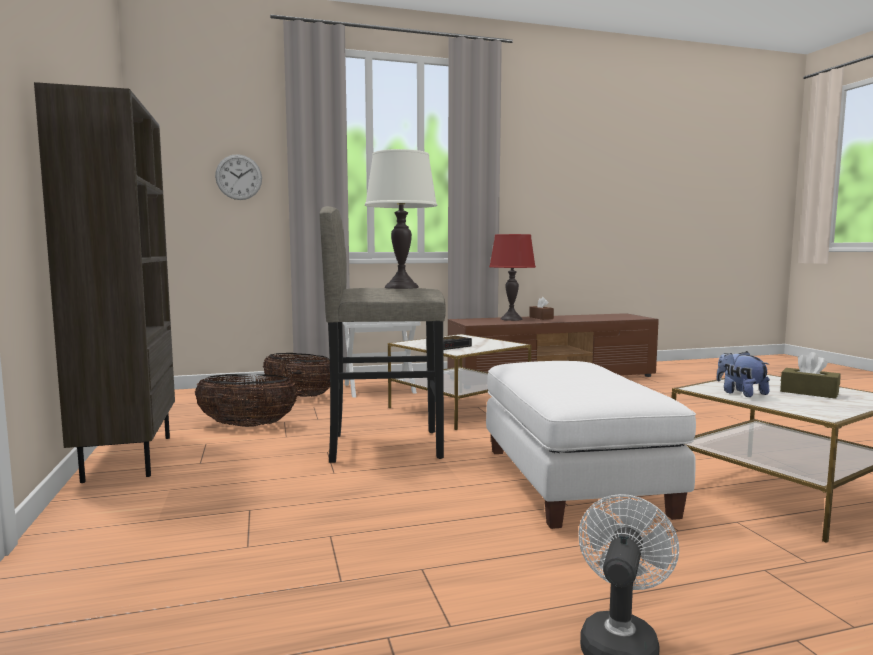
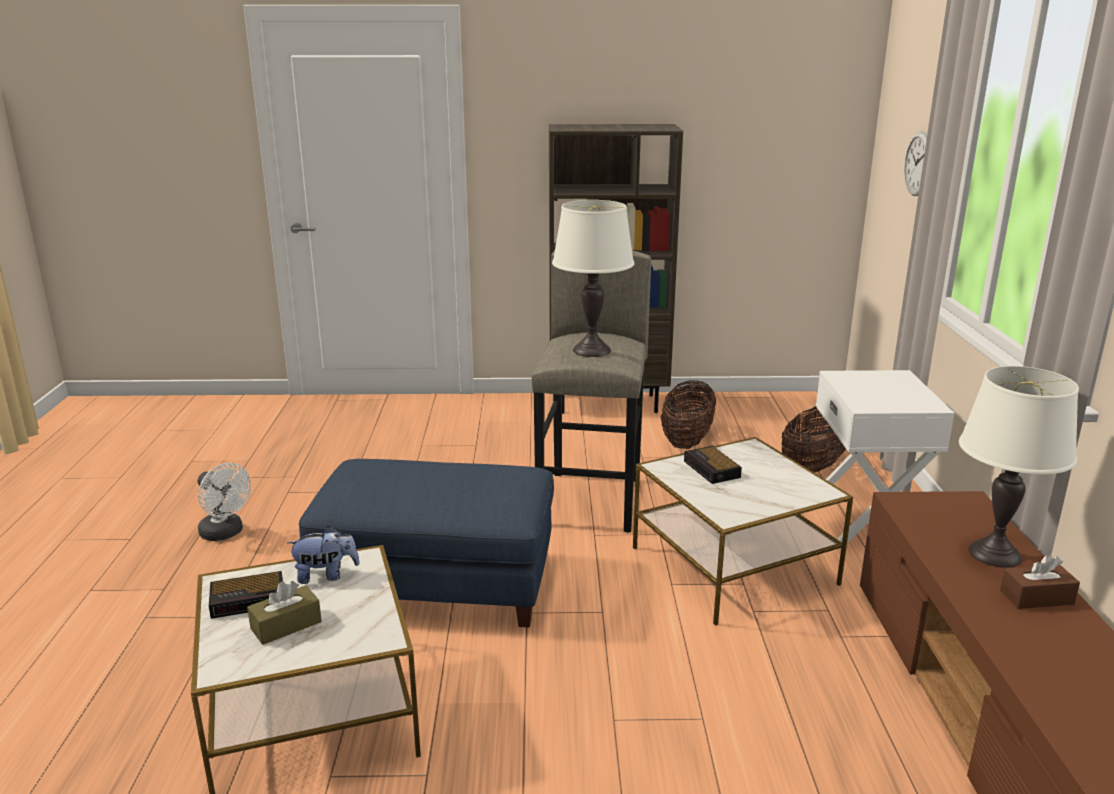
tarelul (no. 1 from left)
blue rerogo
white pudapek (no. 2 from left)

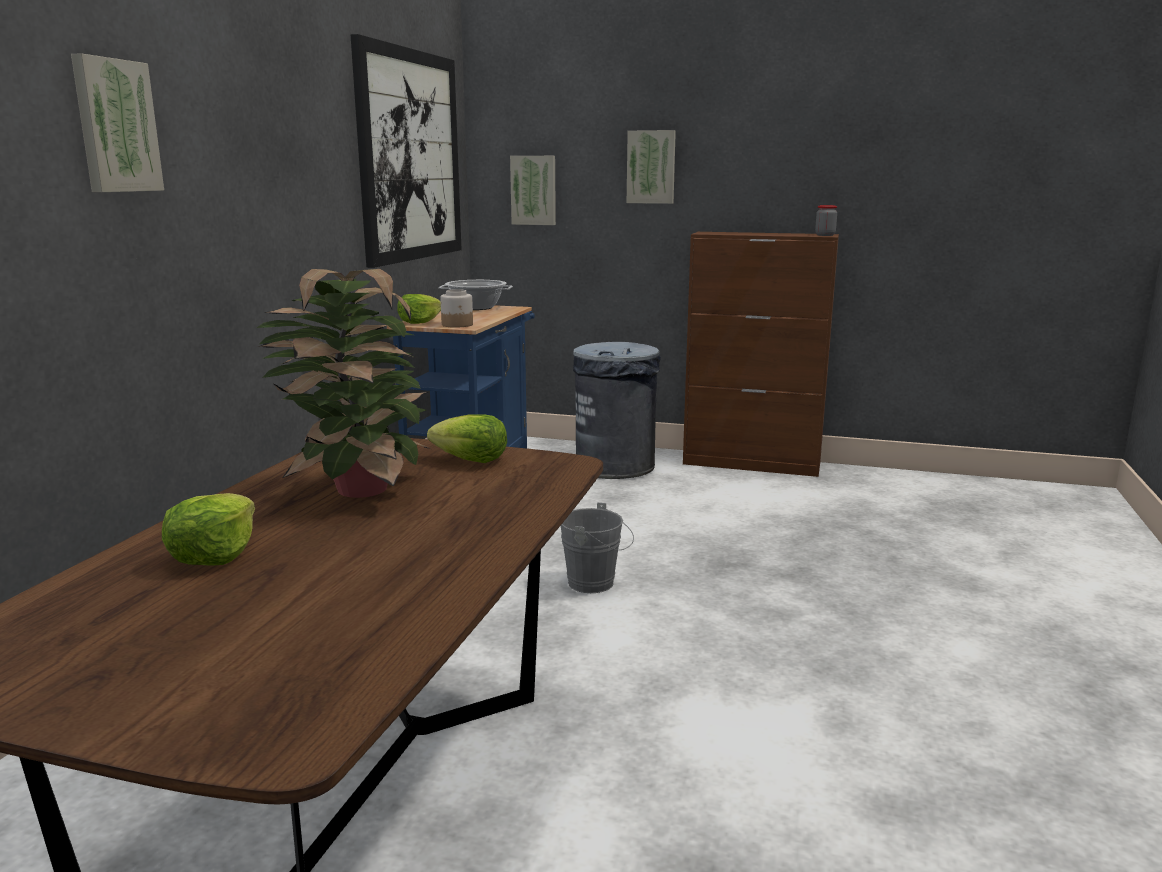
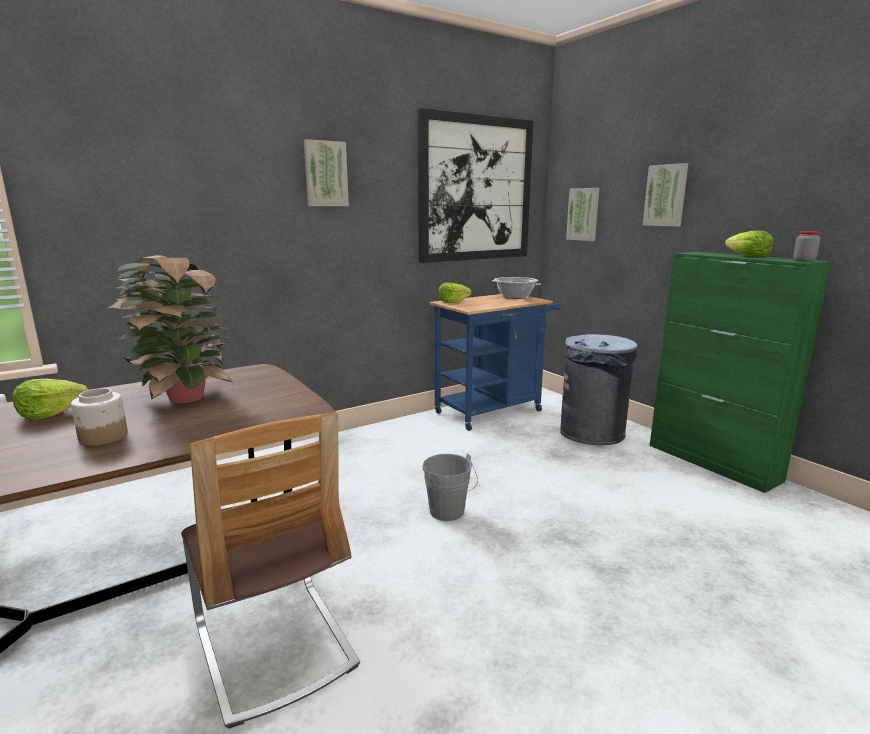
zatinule (no. 1 from left)
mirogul
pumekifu (no. 1 from left)
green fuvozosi
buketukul (no. 3 from left)

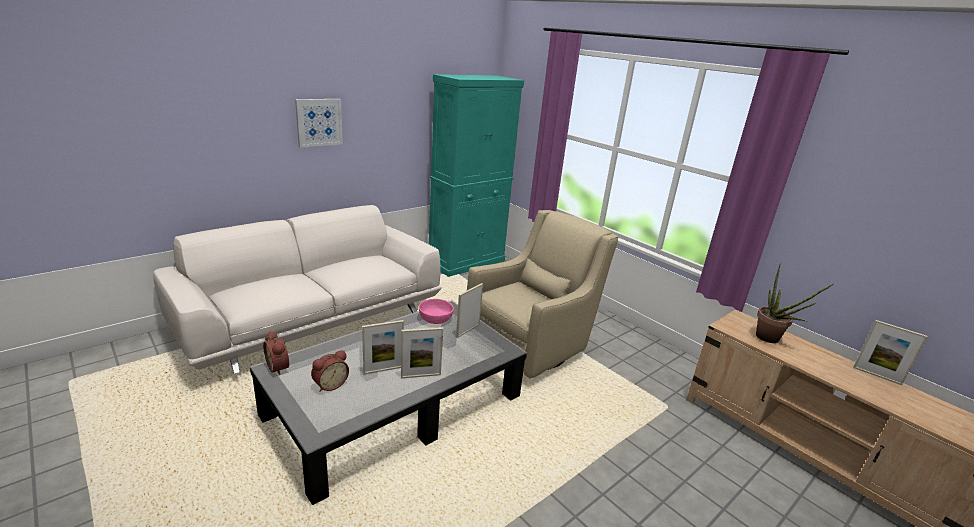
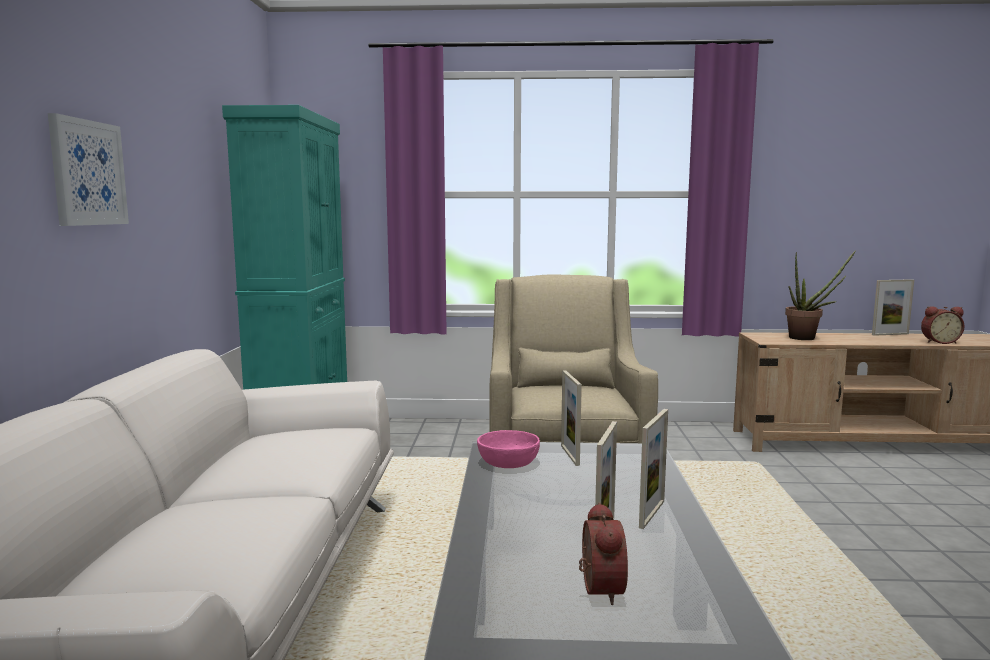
tarelul (no. 2 from left)

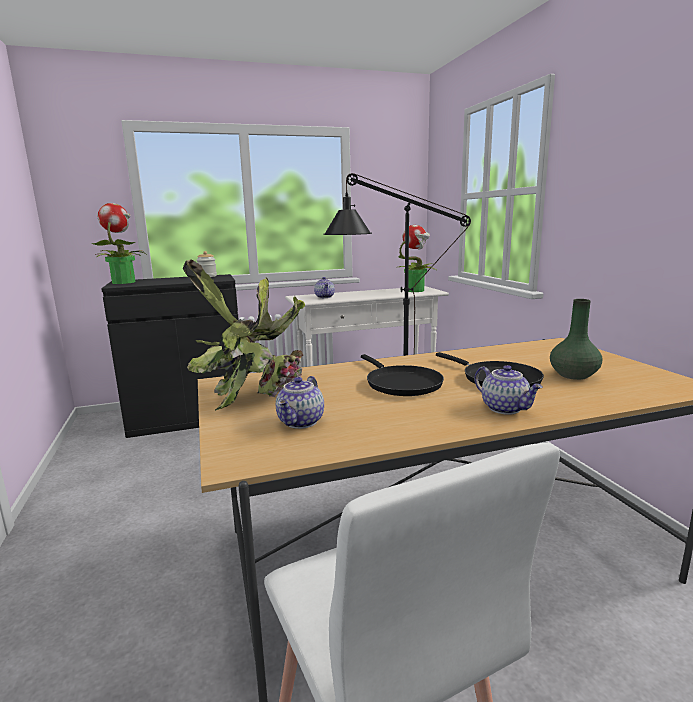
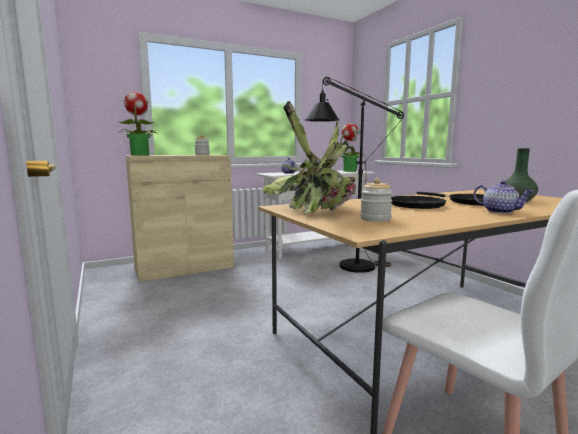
beige fuvozosi
zatinule (no. 2 from left)

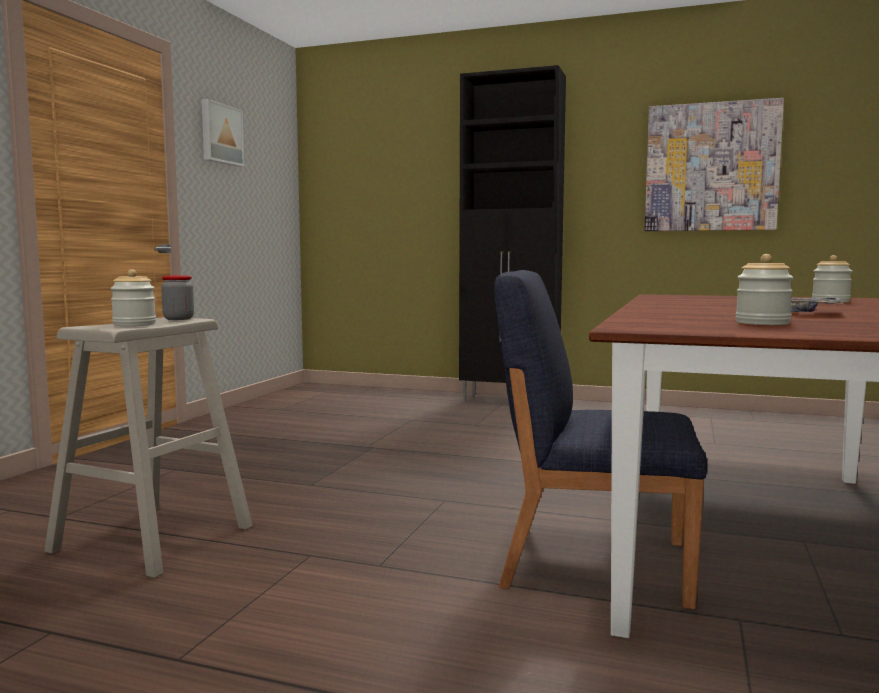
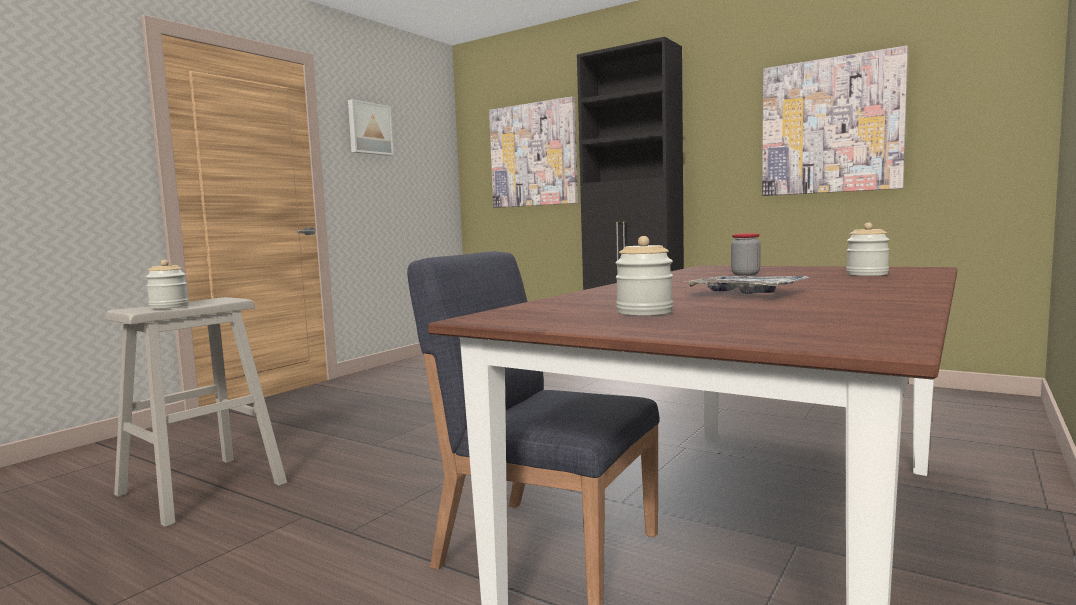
pumekifu (no. 2 from left)
zatinule (no. 3 from left)

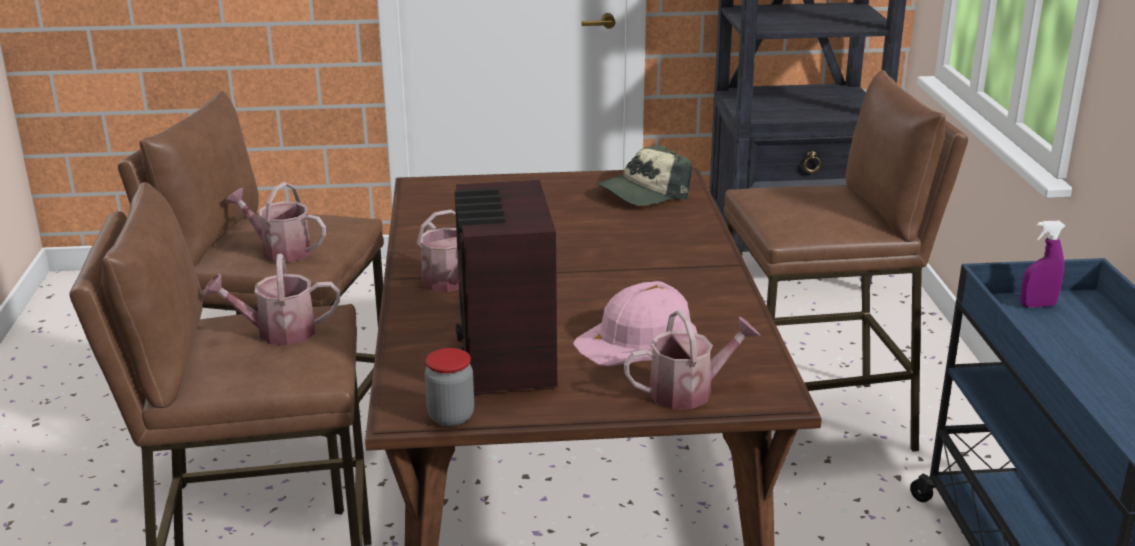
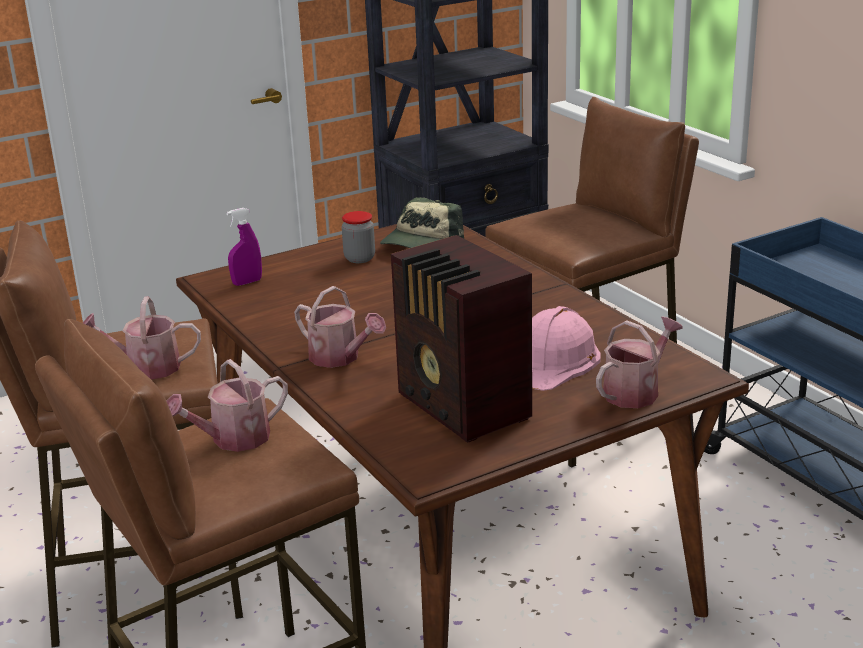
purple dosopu
zatinule

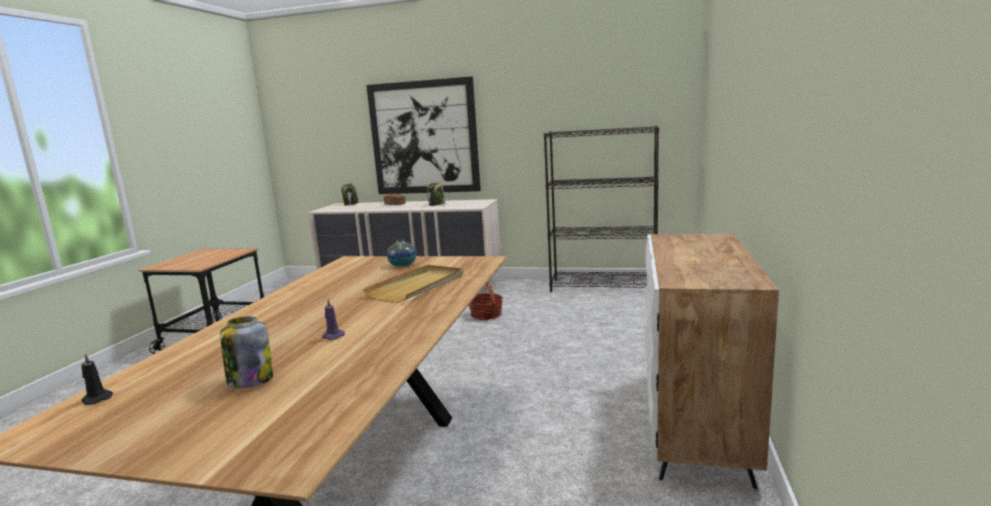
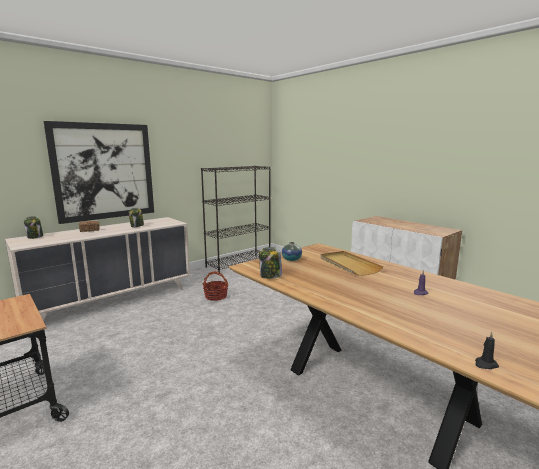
zatinule (no. 3 from left)

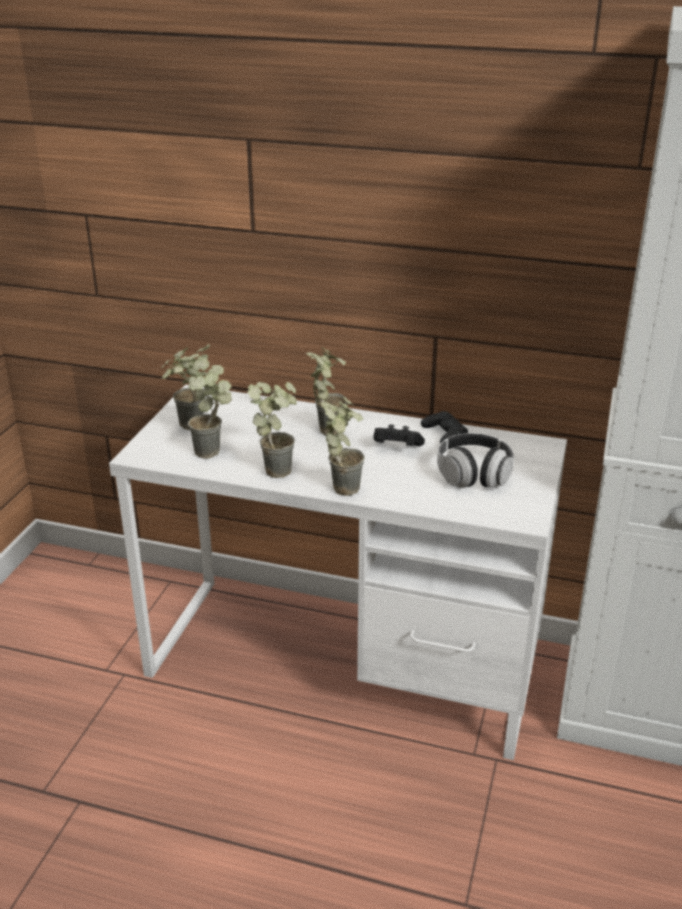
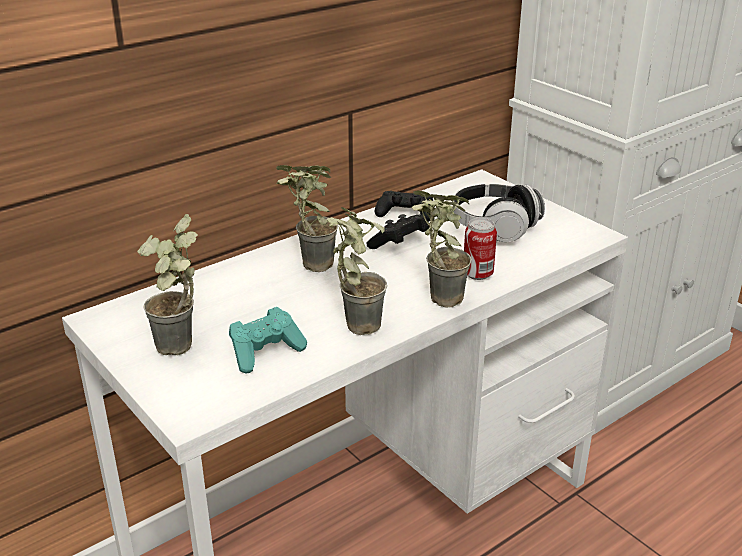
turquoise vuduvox
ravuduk

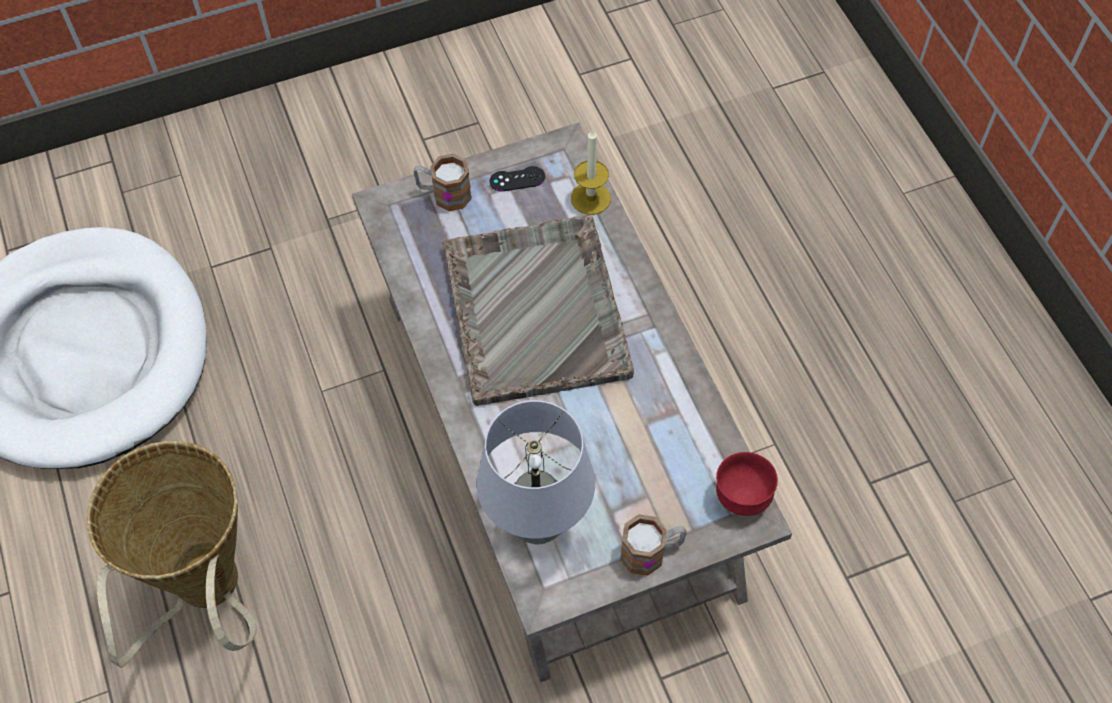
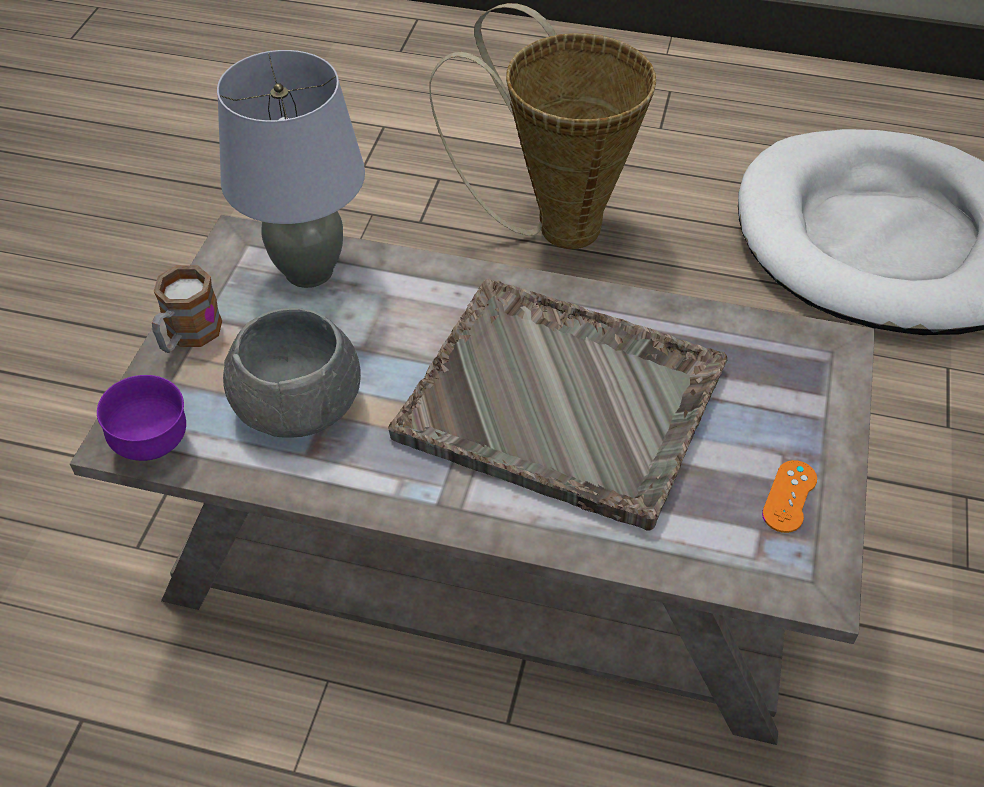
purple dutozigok
grey dutozigok
orange vuduvox
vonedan (no. 1 from left in the first image)
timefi

